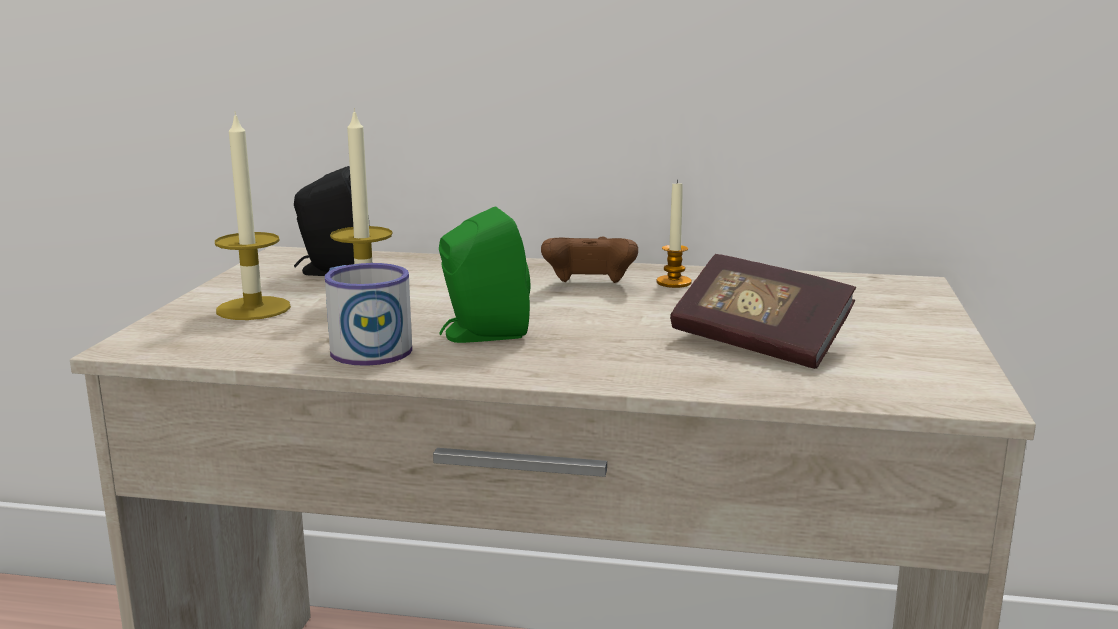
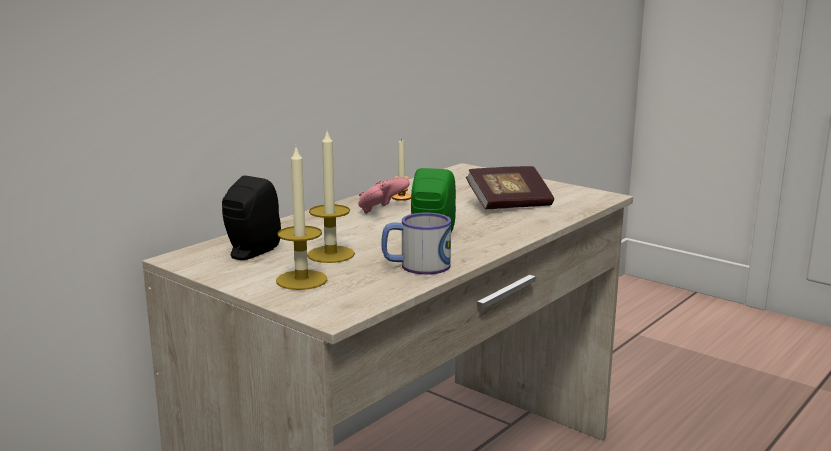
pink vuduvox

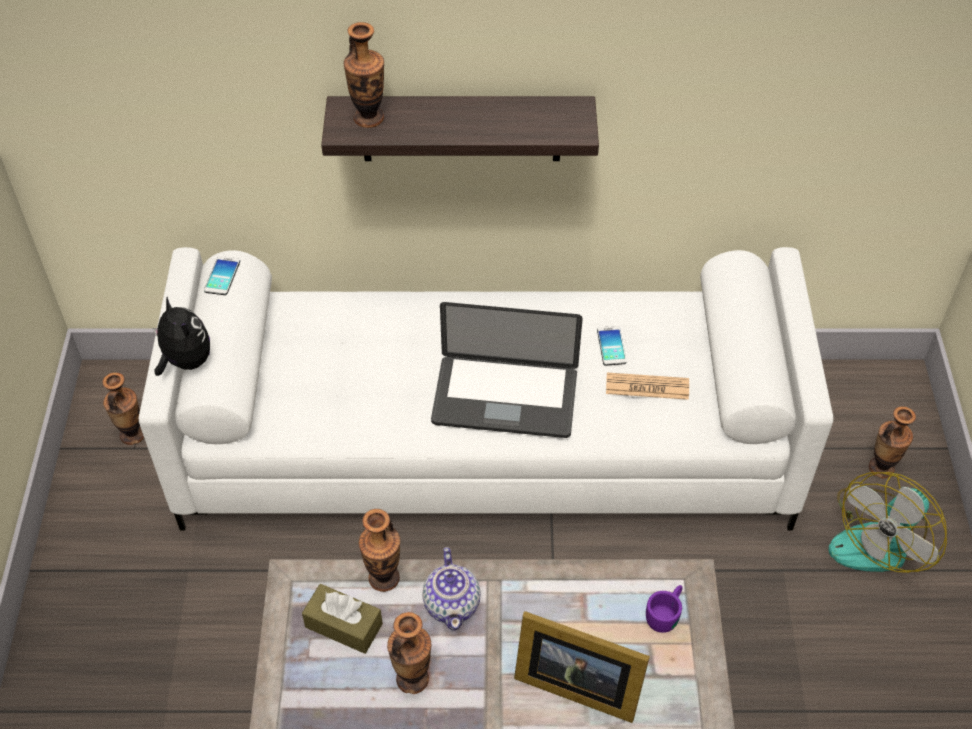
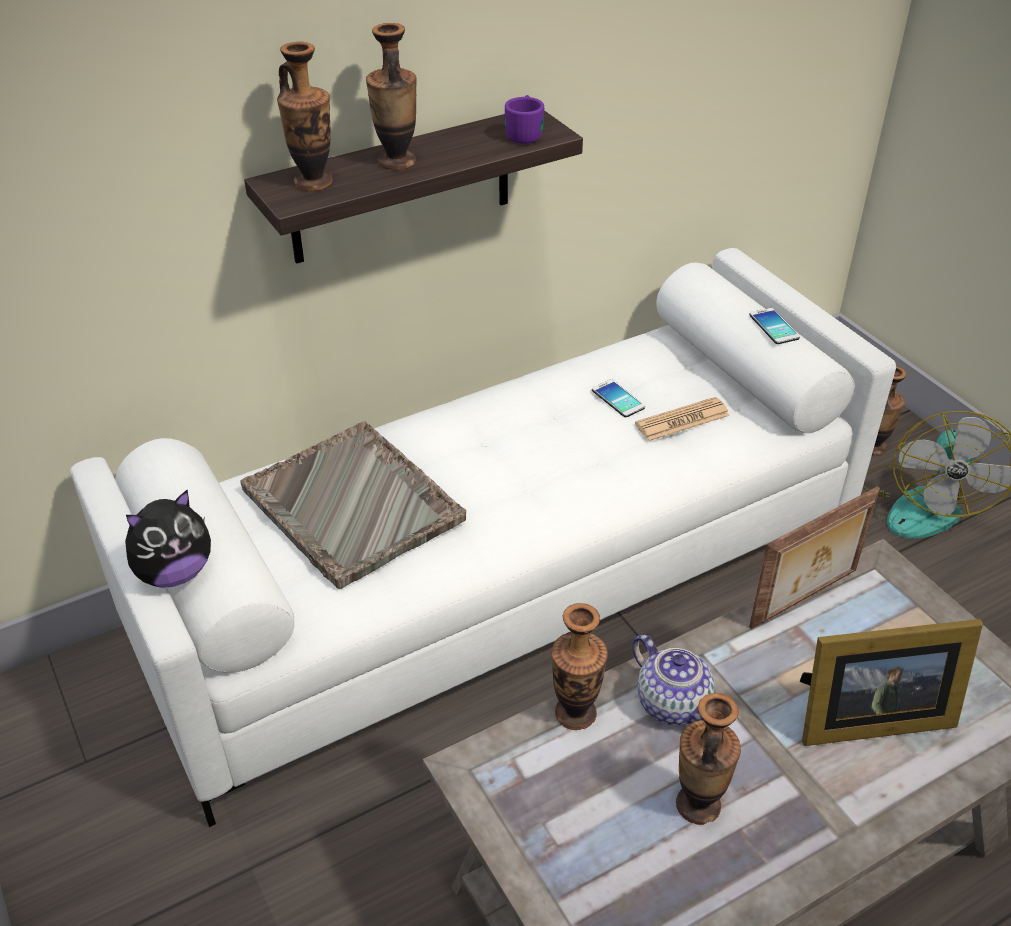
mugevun
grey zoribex
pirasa (no. 2 from left)
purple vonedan
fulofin (no. 2 from left)
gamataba (no. 1 from left)
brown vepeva
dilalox

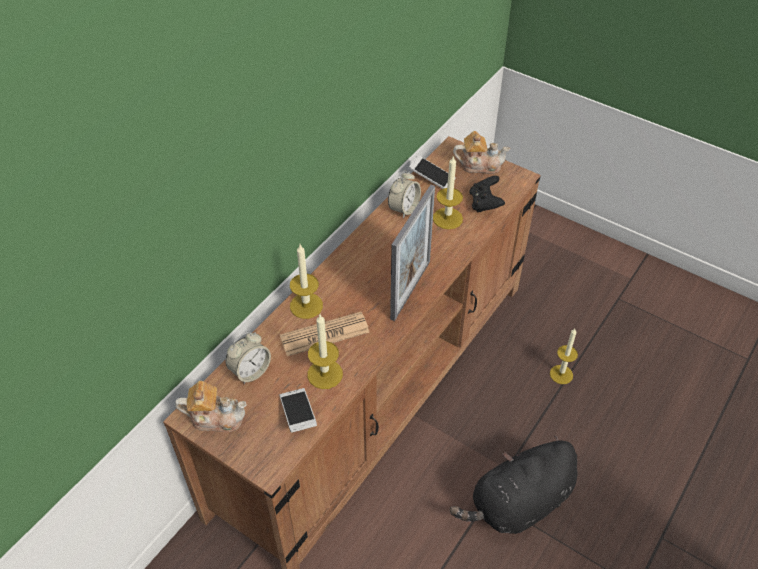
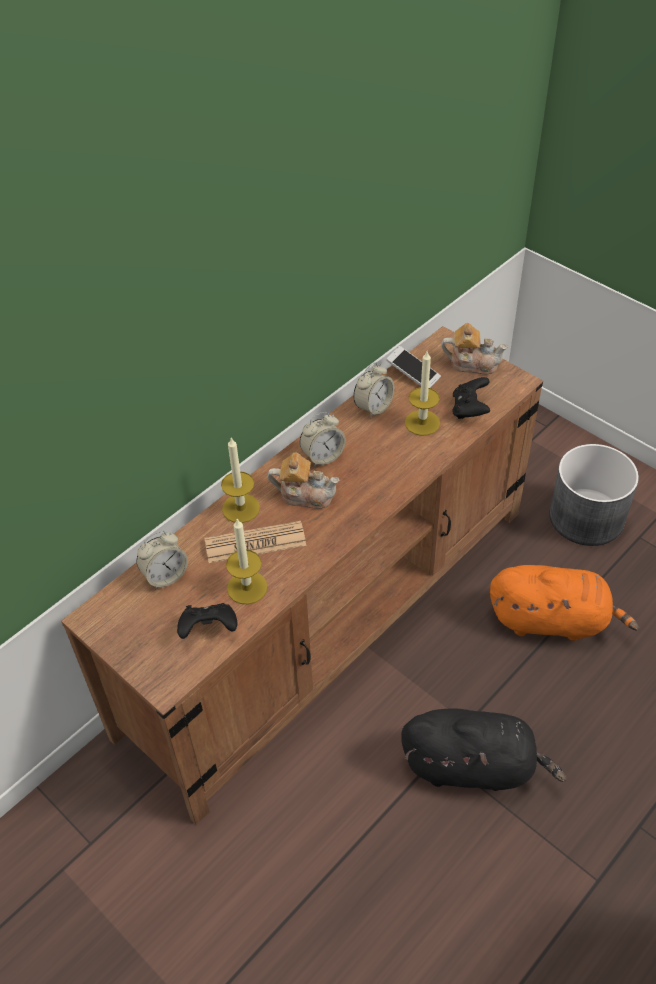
black vuduvox (no. 1 from left)
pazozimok (no. 1 from left)
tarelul (no. 2 from left)
black mugevun
orange mugevun
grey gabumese
gamataba

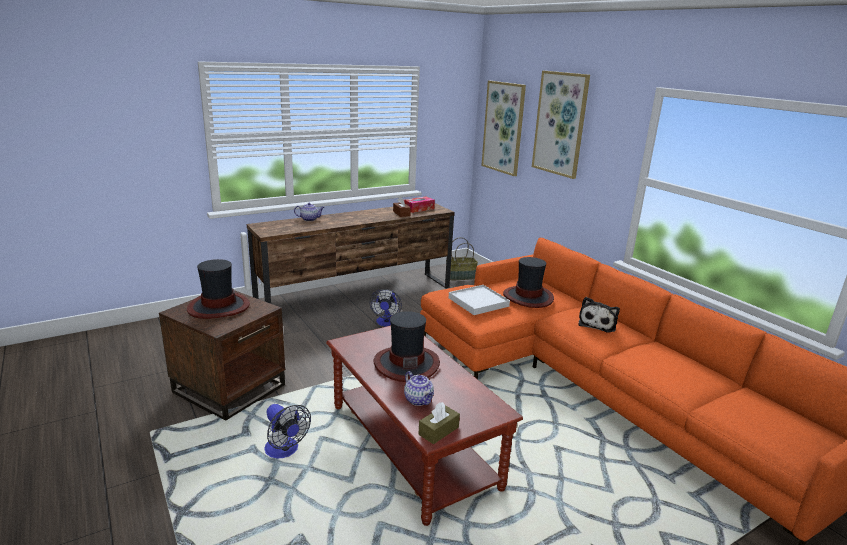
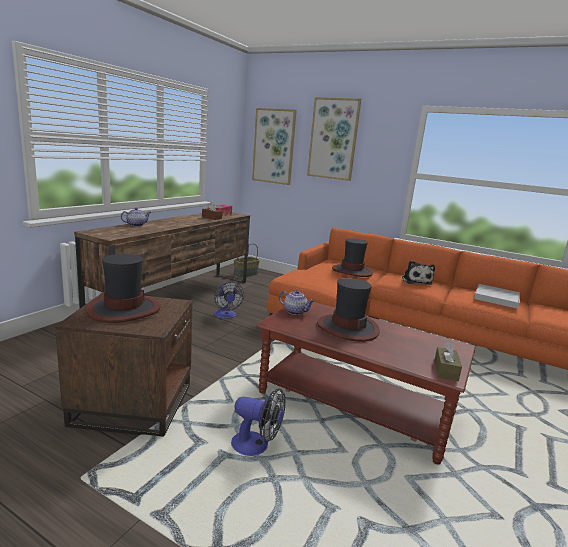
pazozimok (no. 2 from left)
white zoribex

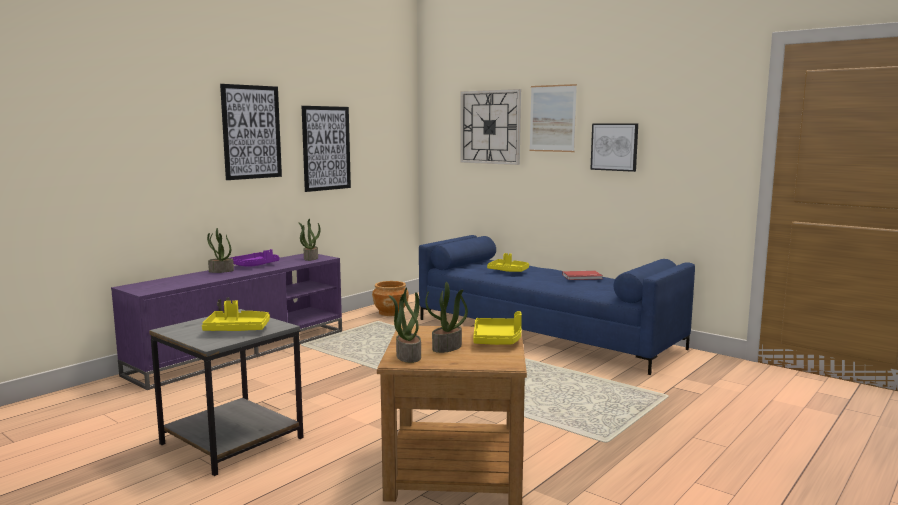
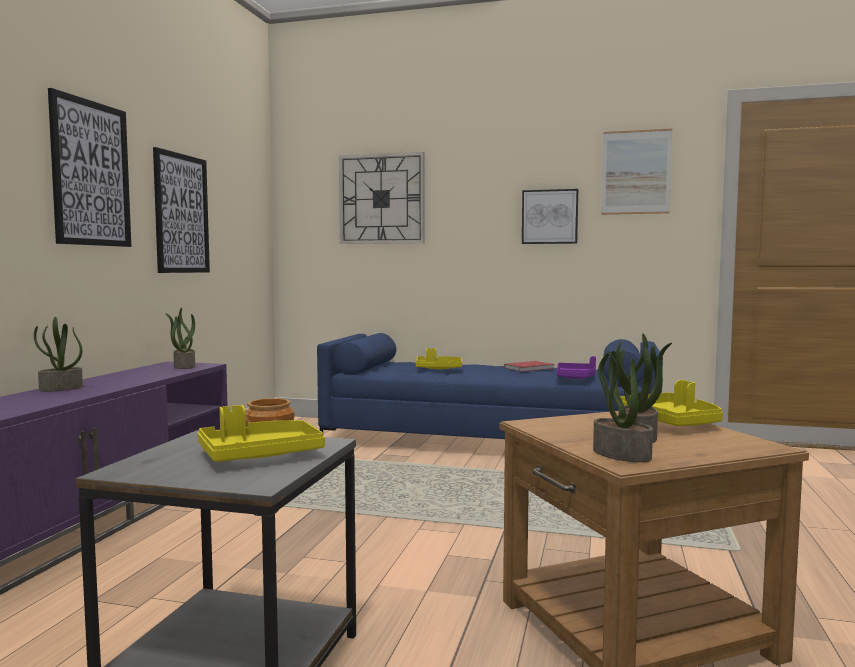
purple zoribex
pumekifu (no. 4 from left)

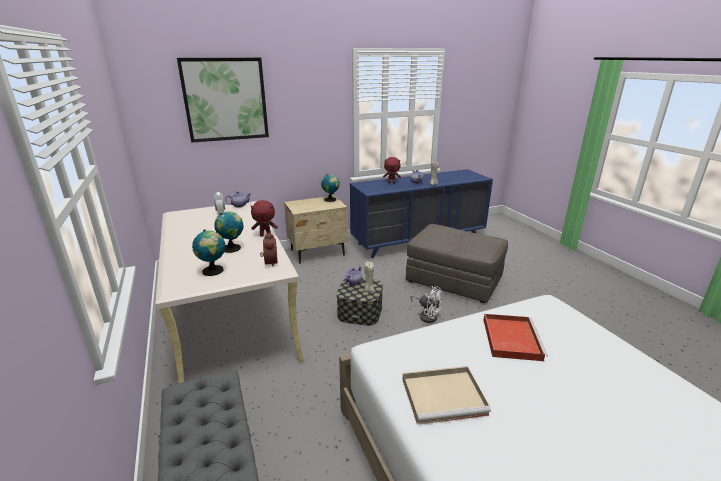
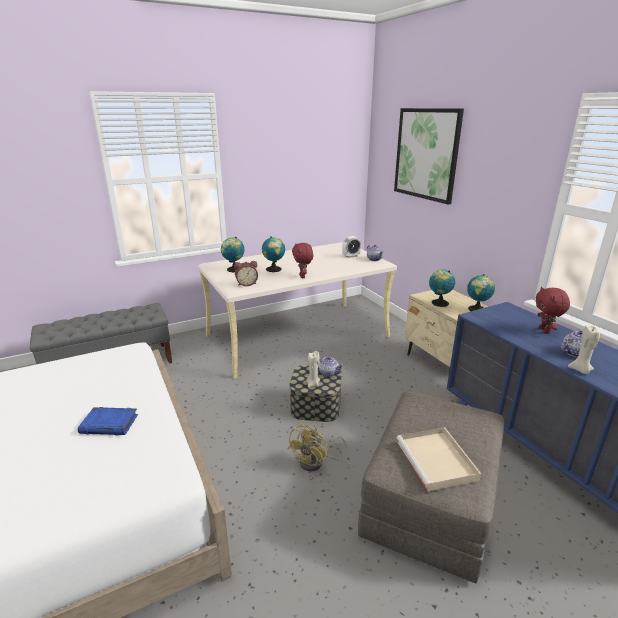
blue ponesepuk
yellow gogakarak
beige zoribex
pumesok (no. 3 from left)

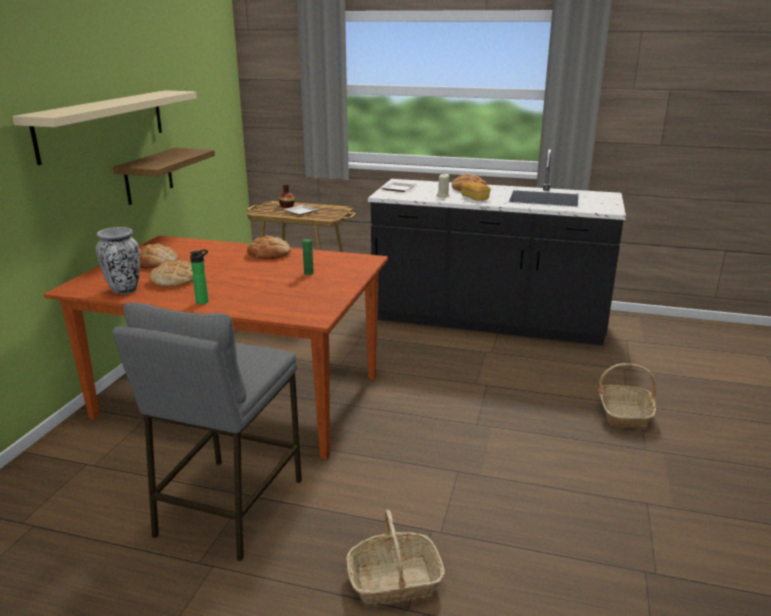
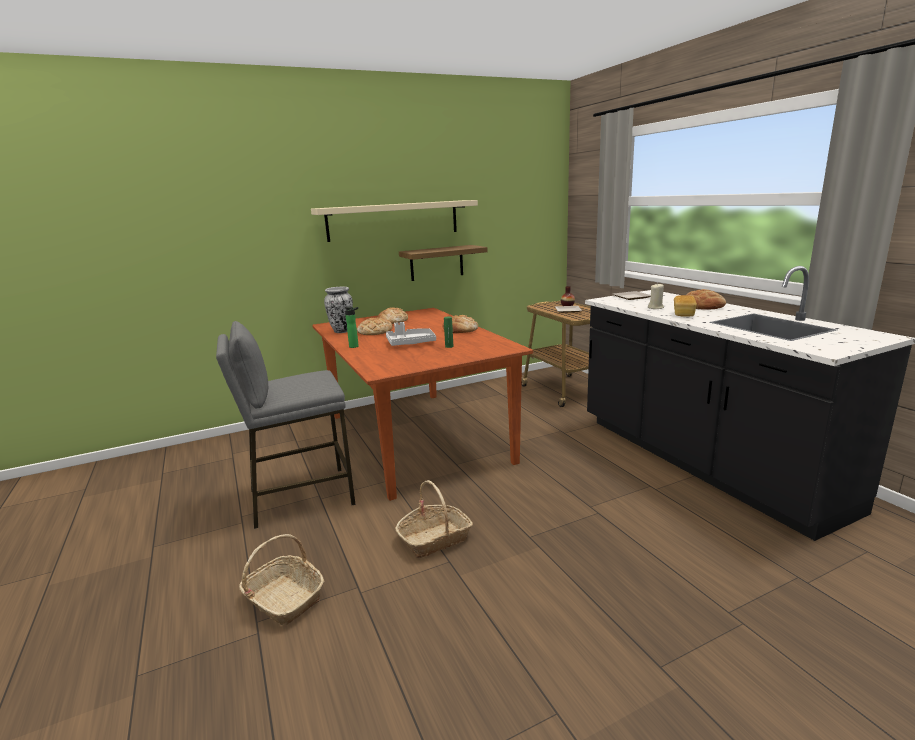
grey zoribex
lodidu (no. 2 from left)

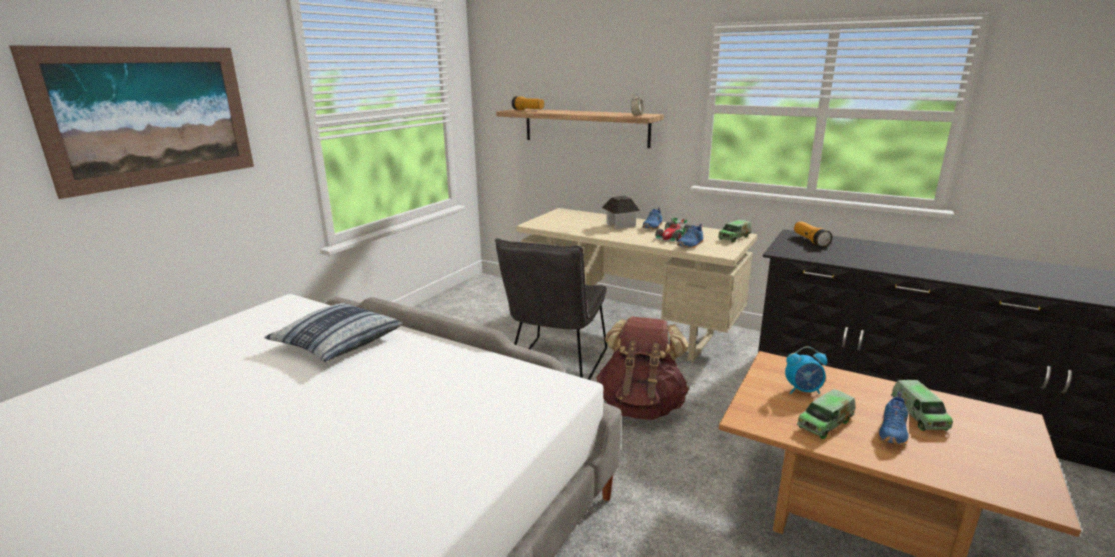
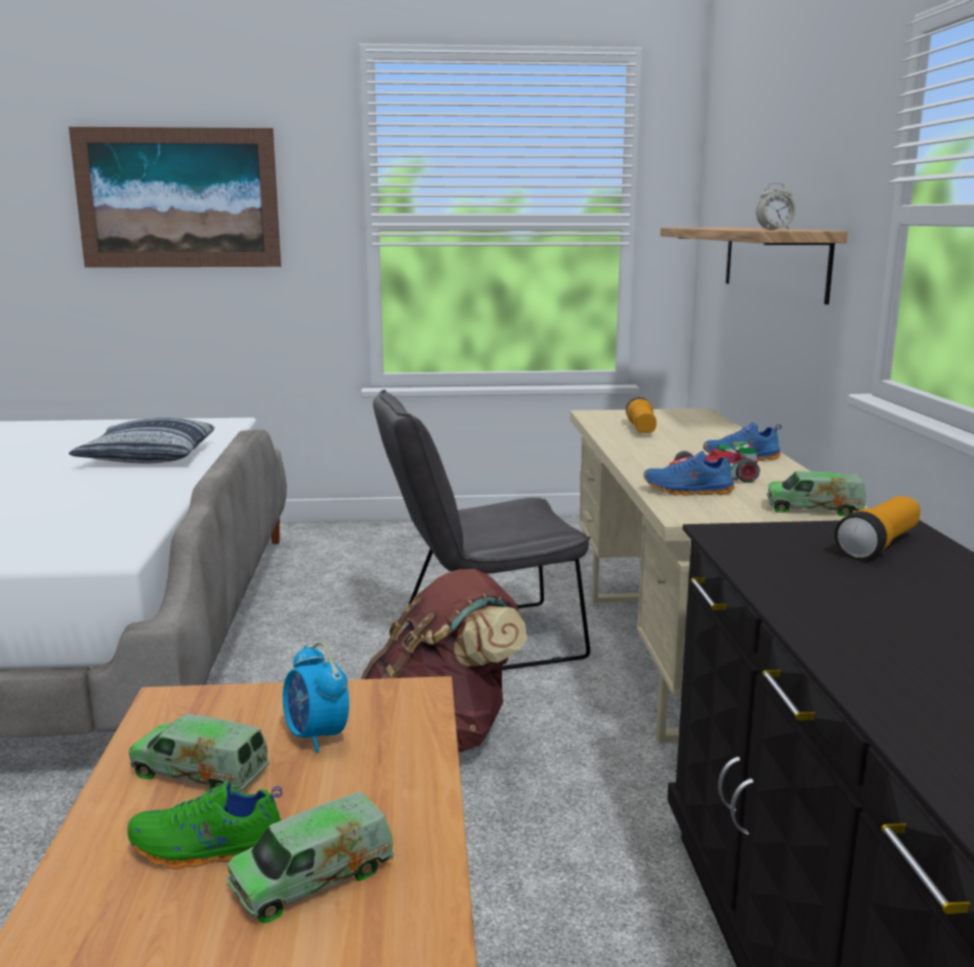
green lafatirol
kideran (no. 1 from left)
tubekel

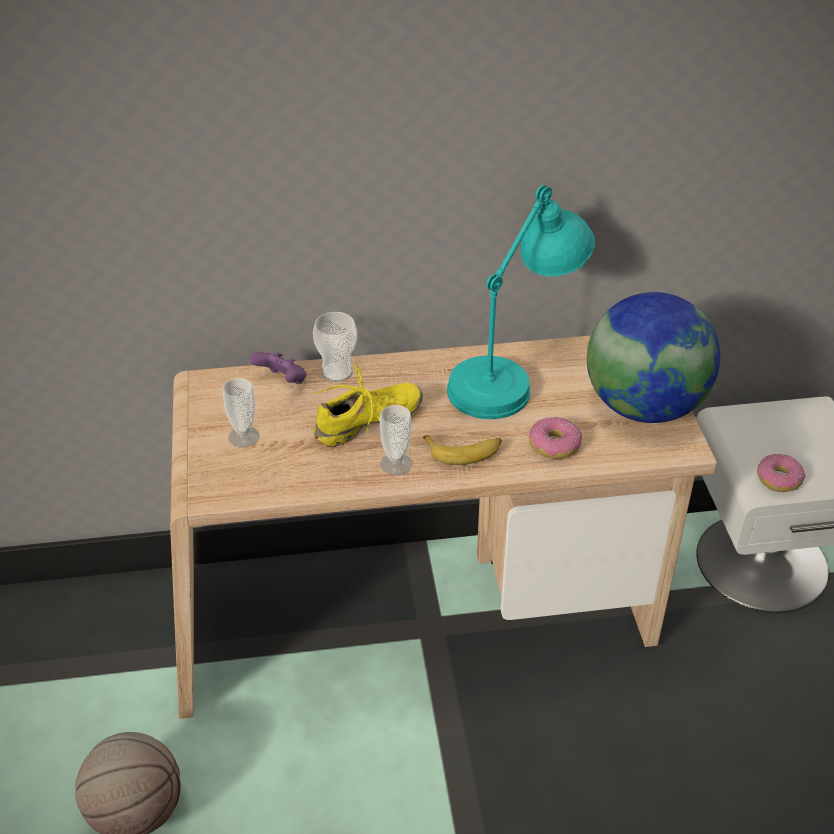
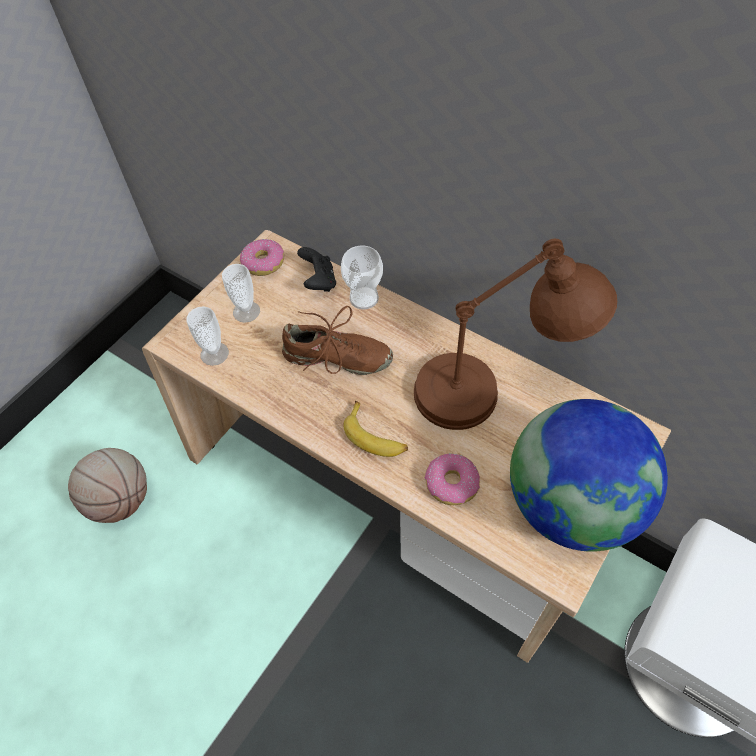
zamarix (no. 1 from left)
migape (no. 1 from left)
brown lafatirol
black vuduvox
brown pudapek

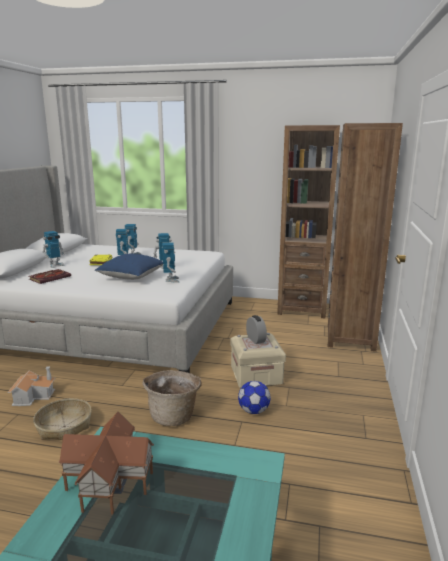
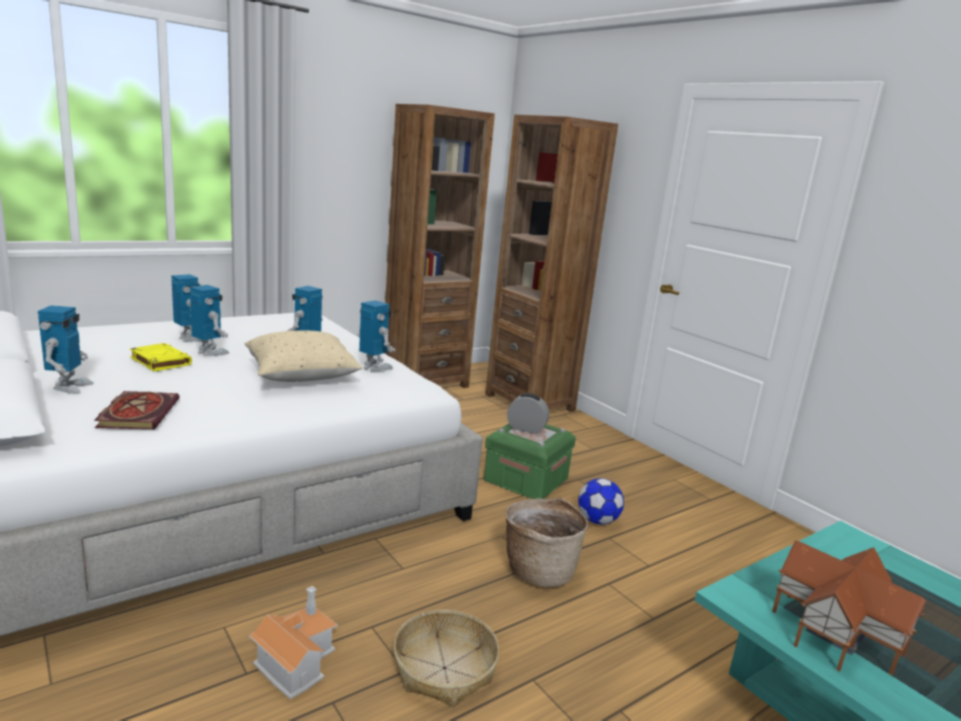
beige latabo
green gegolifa

